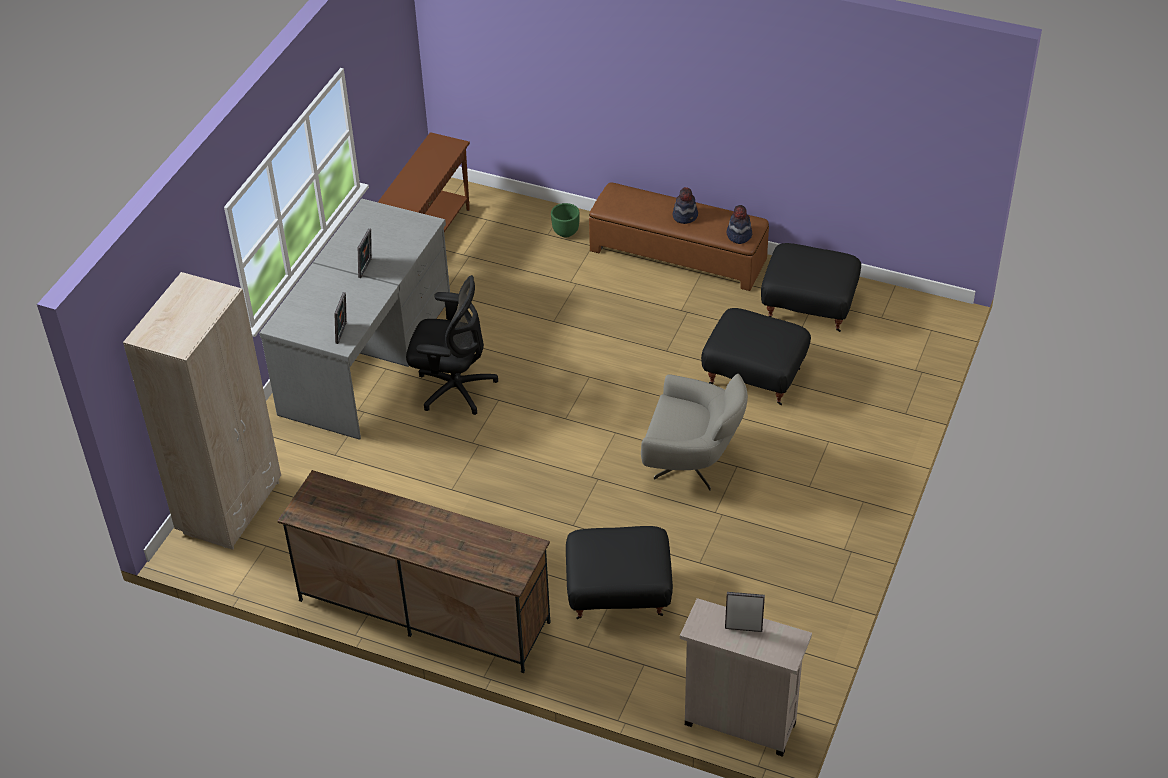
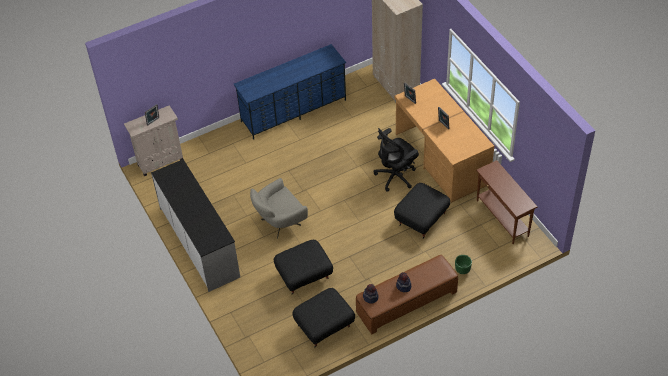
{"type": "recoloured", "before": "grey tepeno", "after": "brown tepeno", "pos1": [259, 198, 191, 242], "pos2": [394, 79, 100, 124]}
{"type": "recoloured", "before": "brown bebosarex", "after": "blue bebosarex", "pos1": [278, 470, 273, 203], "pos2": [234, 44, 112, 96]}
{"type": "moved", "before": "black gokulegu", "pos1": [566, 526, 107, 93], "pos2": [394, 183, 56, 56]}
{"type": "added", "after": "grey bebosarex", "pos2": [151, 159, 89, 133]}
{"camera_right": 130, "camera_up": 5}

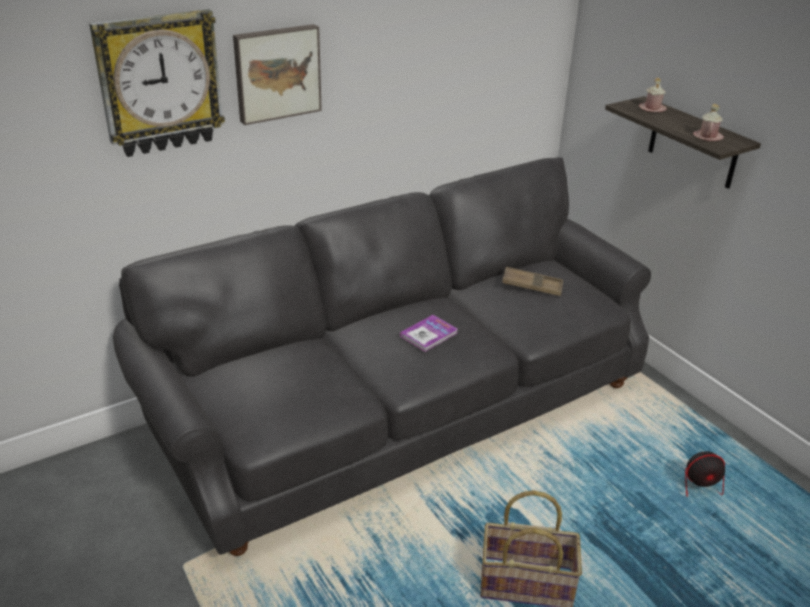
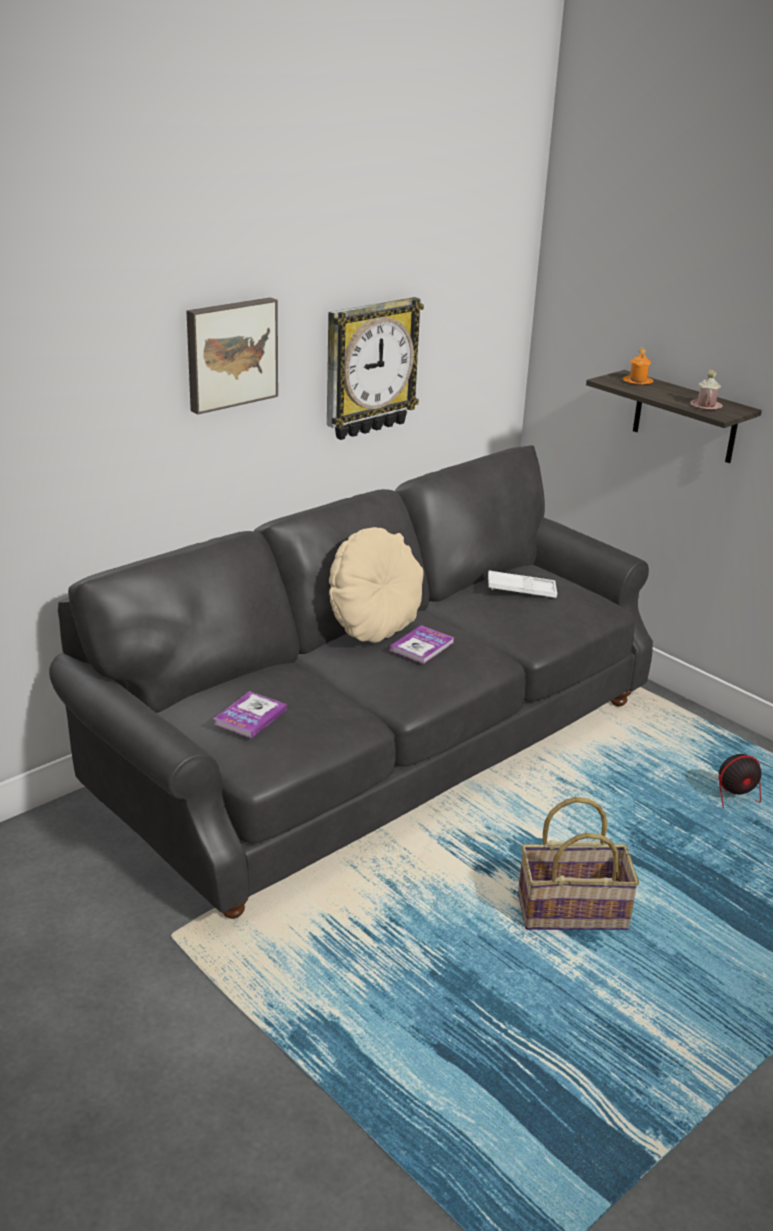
{"type": "moved", "before": "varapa", "pos1": [89, 9, 136, 148], "pos2": [327, 297, 97, 143]}
{"type": "recoloured", "before": "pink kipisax", "after": "orange kipisax", "pos1": [639, 78, 28, 34], "pos2": [623, 347, 30, 38]}
{"type": "recoloured", "before": "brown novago", "after": "white novago", "pos1": [502, 267, 61, 29], "pos2": [488, 570, 69, 28]}
{"type": "added", "after": "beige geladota", "pos2": [329, 527, 94, 116]}
{"type": "added", "after": "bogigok", "pos2": [214, 691, 73, 47]}
{"camera_right": -10, "camera_up": -5}

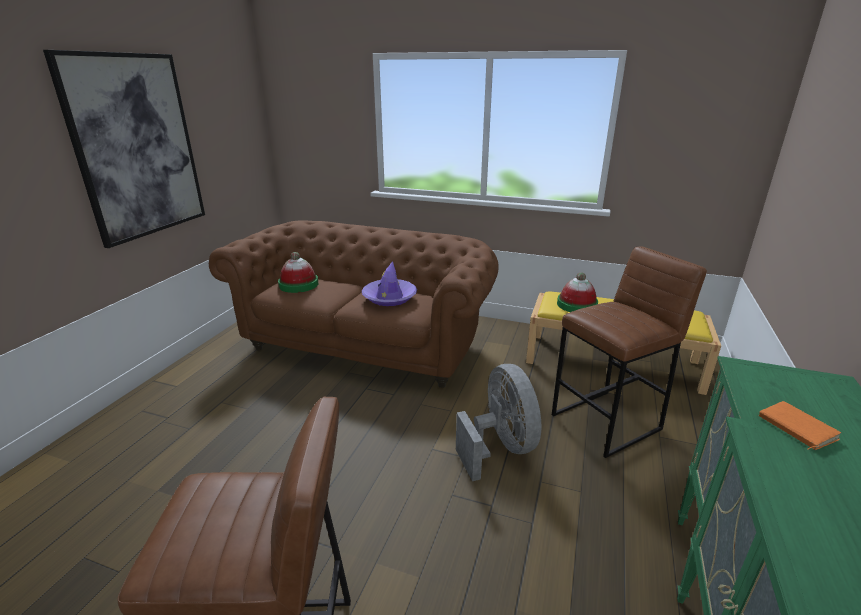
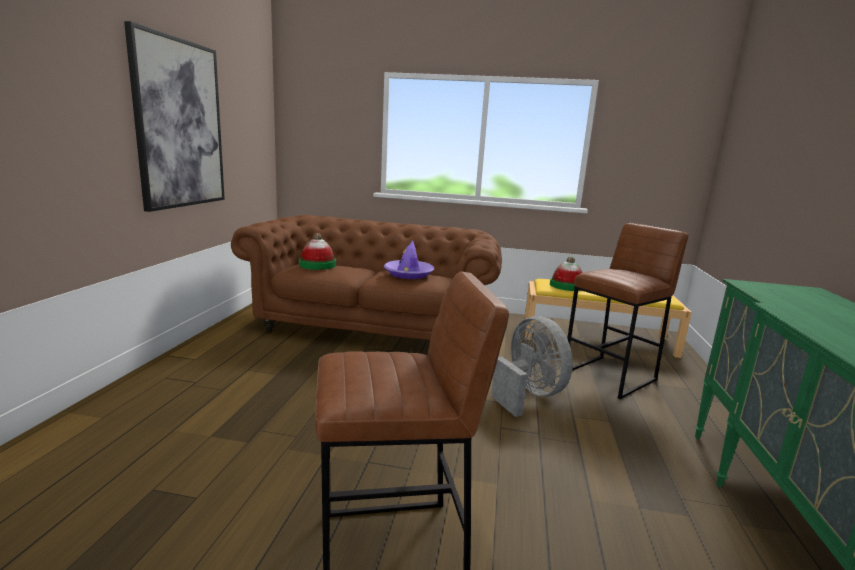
{"type": "removed", "before": "orange bogigok", "pos1": [759, 401, 82, 49]}
{"camera_right": -10, "camera_up": -10}

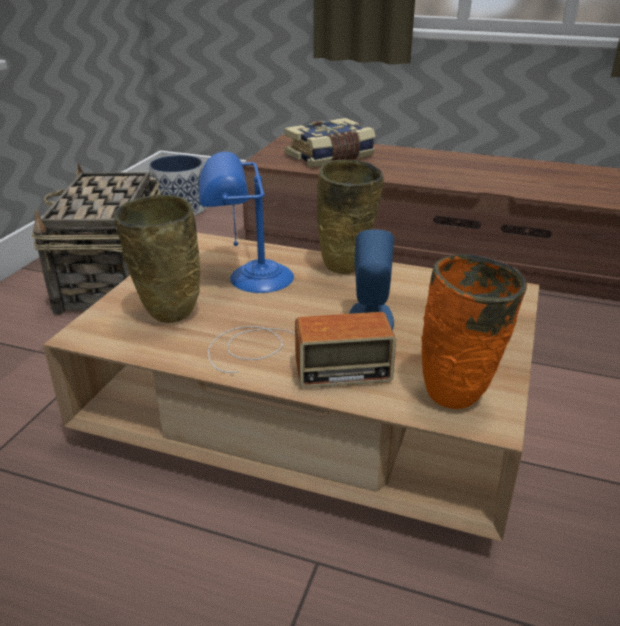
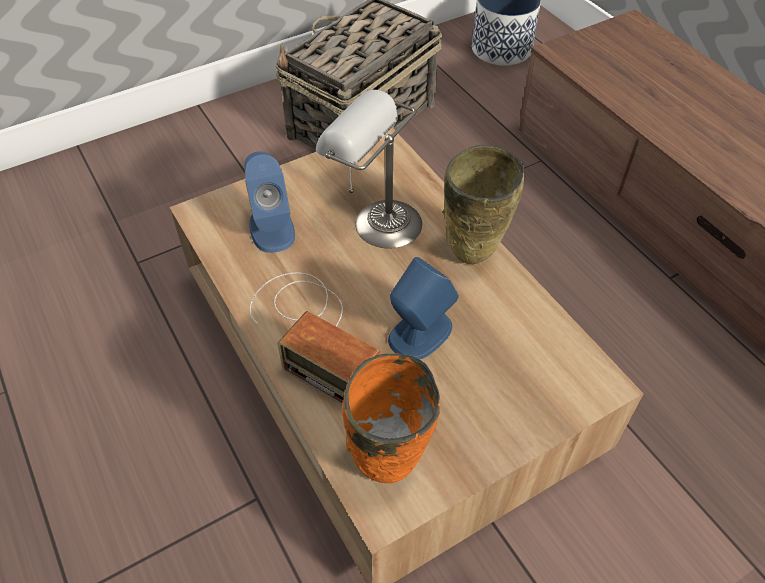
{"type": "removed", "before": "bogigok", "pos1": [285, 118, 91, 49]}
{"type": "recoloured", "before": "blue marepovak", "after": "white marepovak", "pos1": [199, 152, 95, 141], "pos2": [316, 90, 106, 158]}
{"type": "replaced", "before": "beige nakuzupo", "after": "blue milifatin", "pos1": [113, 195, 87, 128], "pos2": [244, 151, 51, 102]}
{"camera_right": 40, "camera_up": 20}

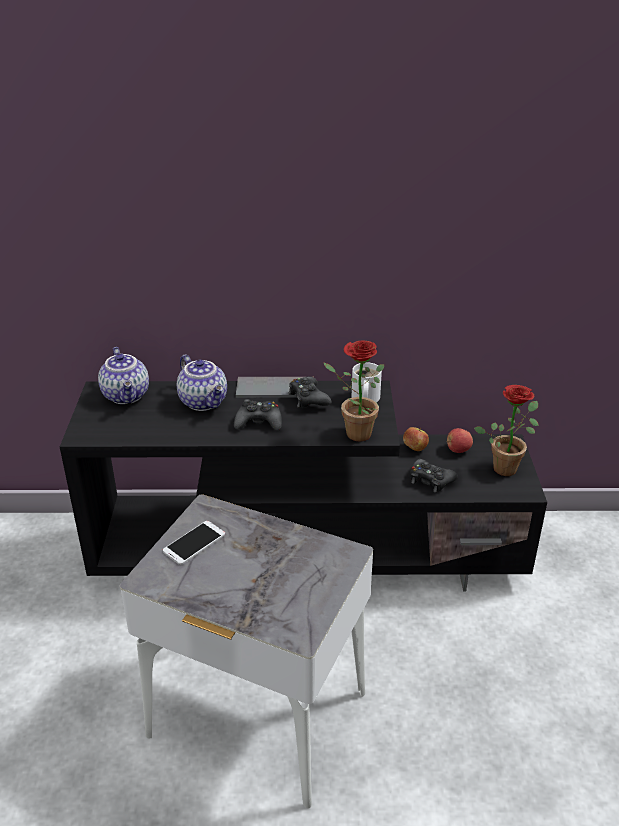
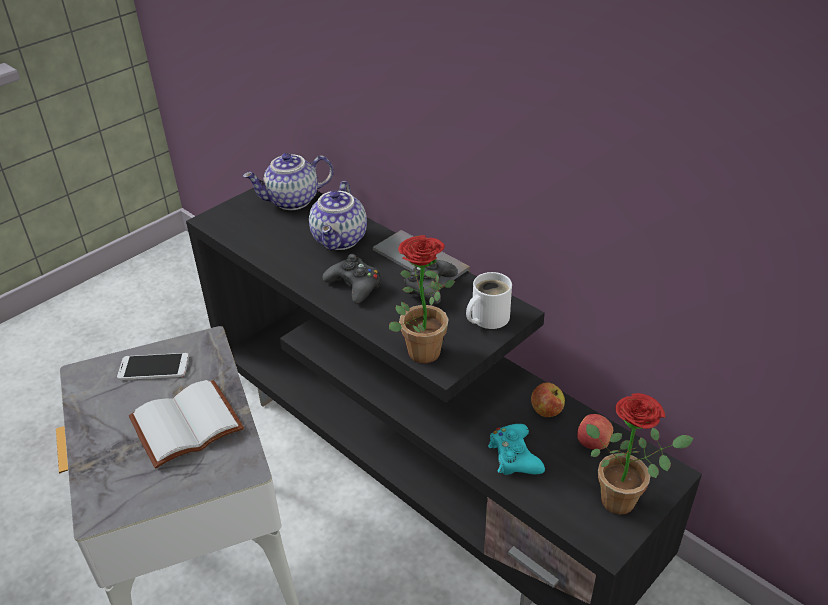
{"type": "turned", "before": "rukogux", "pos1": [98, 347, 51, 57], "pos2": [243, 153, 91, 57], "turn": 45}
{"type": "recoloured", "before": "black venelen", "after": "turquoise venelen", "pos1": [410, 459, 48, 34], "pos2": [488, 424, 57, 51]}
{"type": "added", "after": "white bogigok", "pos2": [129, 380, 115, 88]}
{"camera_right": 45, "camera_up": 5}

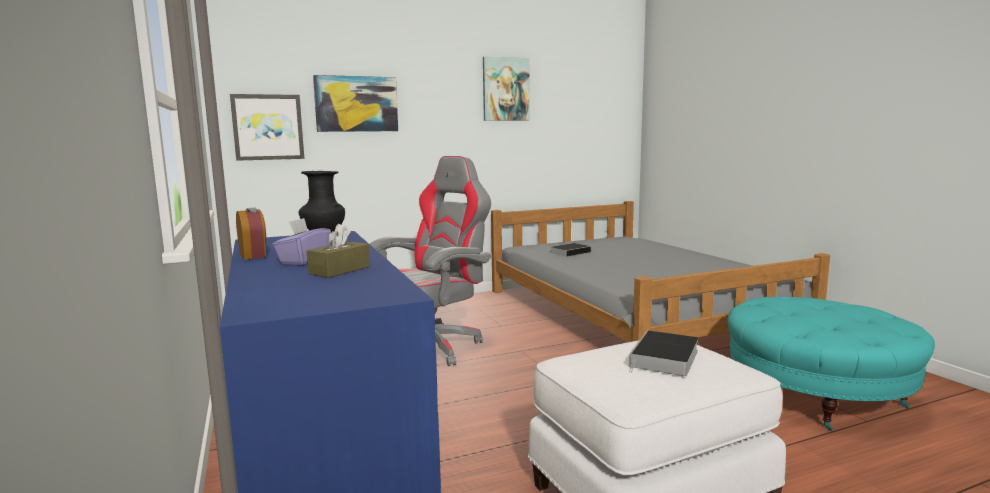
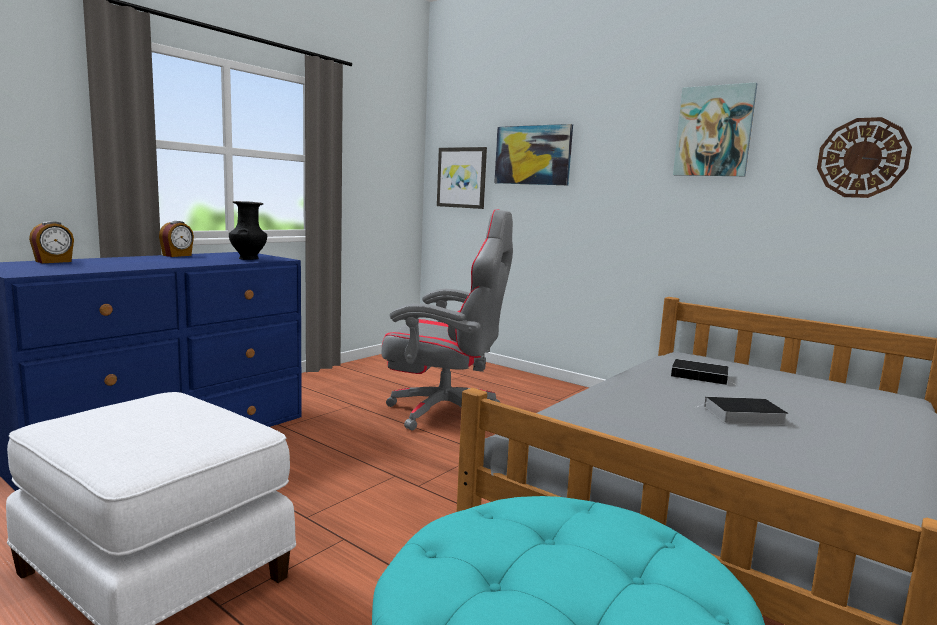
{"type": "removed", "before": "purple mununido", "pos1": [272, 218, 59, 47]}
{"type": "removed", "before": "brown mununido", "pos1": [307, 224, 63, 54]}
{"type": "moved", "before": "bogigok", "pos1": [629, 330, 70, 46], "pos2": [695, 397, 93, 28]}
{"type": "added", "after": "varapa", "pos2": [817, 117, 95, 81]}
{"type": "added", "after": "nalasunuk", "pos2": [29, 221, 45, 42]}
{"camera_right": 60, "camera_up": 0}

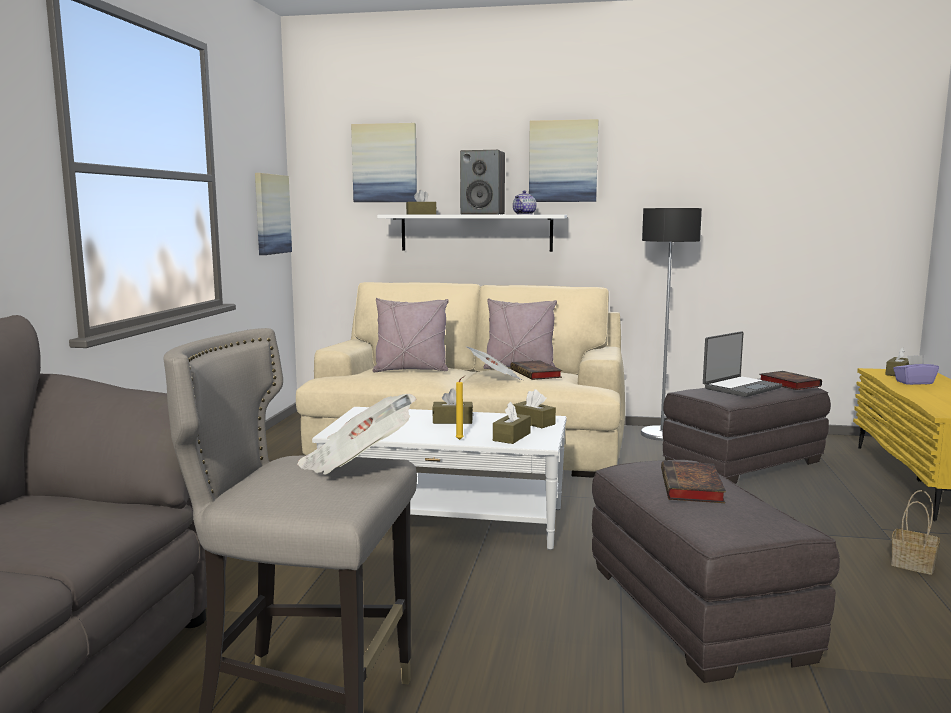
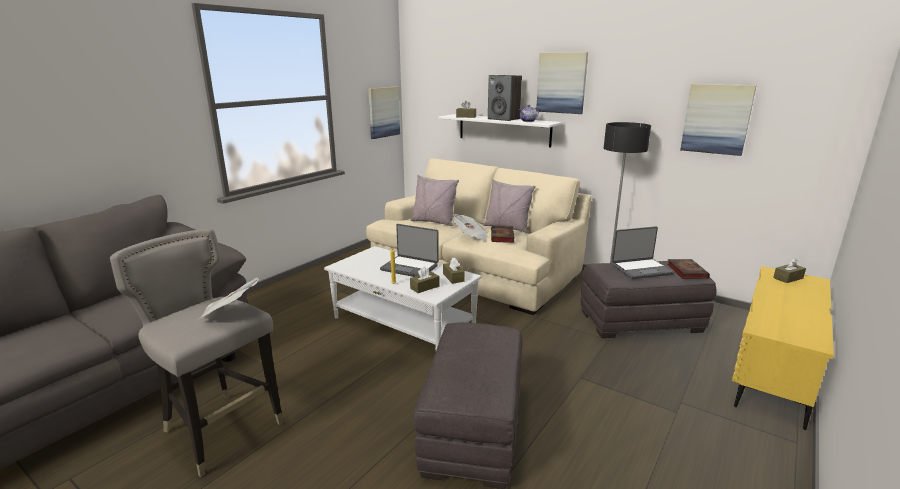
{"type": "moved", "before": "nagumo", "pos1": [351, 123, 66, 79], "pos2": [680, 84, 76, 72]}
{"type": "removed", "before": "purple mununido", "pos1": [893, 355, 46, 30]}
{"type": "replaced", "before": "brown mununido", "after": "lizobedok", "pos1": [432, 388, 41, 36], "pos2": [380, 224, 59, 53]}
{"type": "removed", "before": "bogigok", "pos1": [661, 461, 65, 42]}
{"type": "removed", "before": "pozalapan", "pos1": [891, 490, 49, 85]}
{"camera_right": 25, "camera_up": 10}

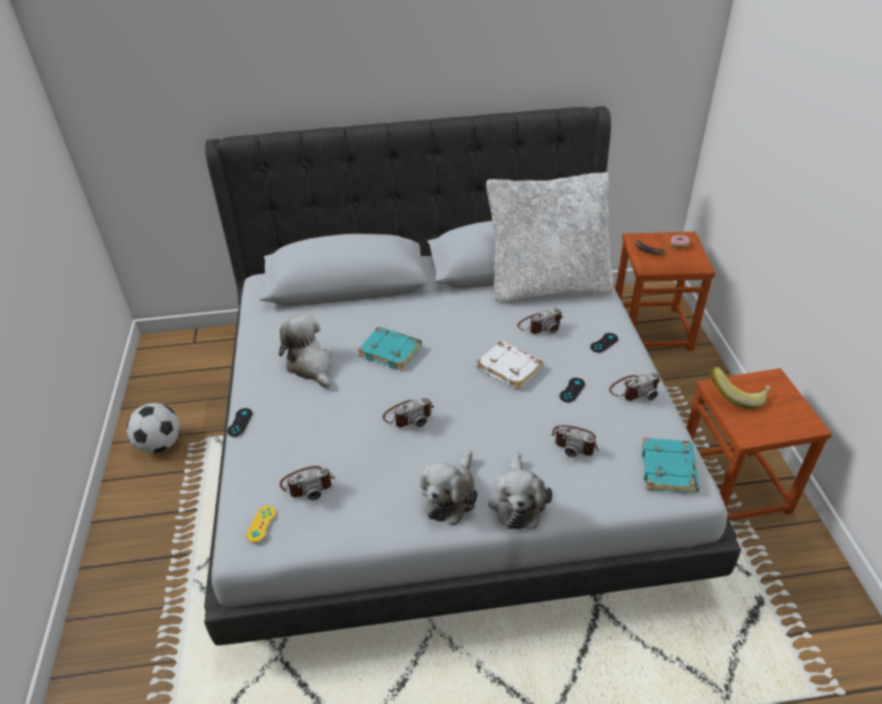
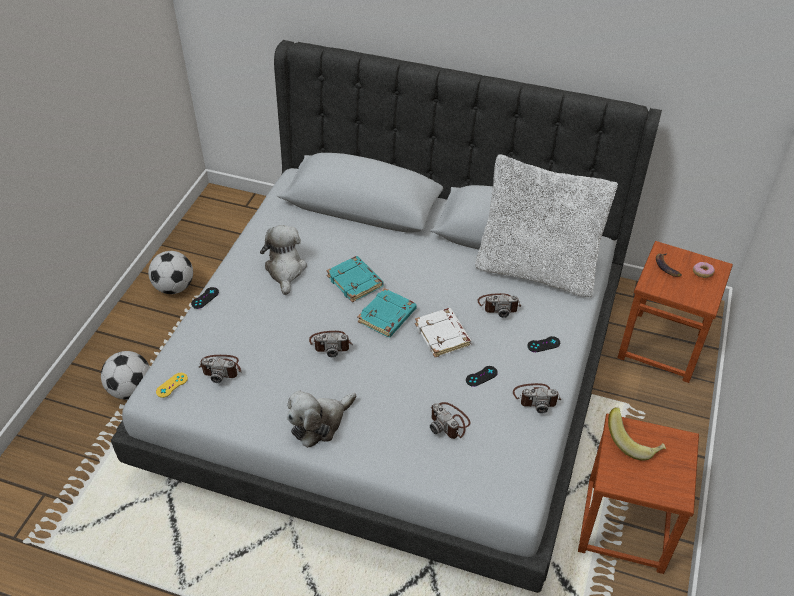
{"type": "moved", "before": "turquoise bogigok", "pos1": [642, 438, 58, 55], "pos2": [357, 288, 60, 49]}
{"type": "removed", "before": "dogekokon", "pos1": [488, 452, 64, 77]}
{"type": "added", "after": "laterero", "pos2": [101, 351, 49, 48]}
{"camera_right": 25, "camera_up": 5}

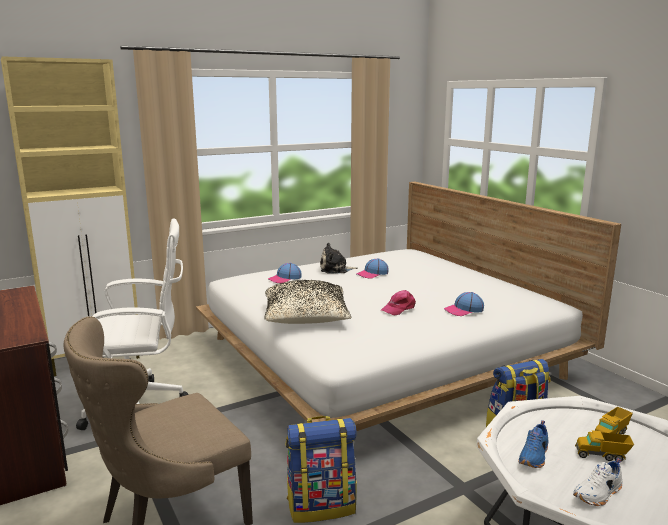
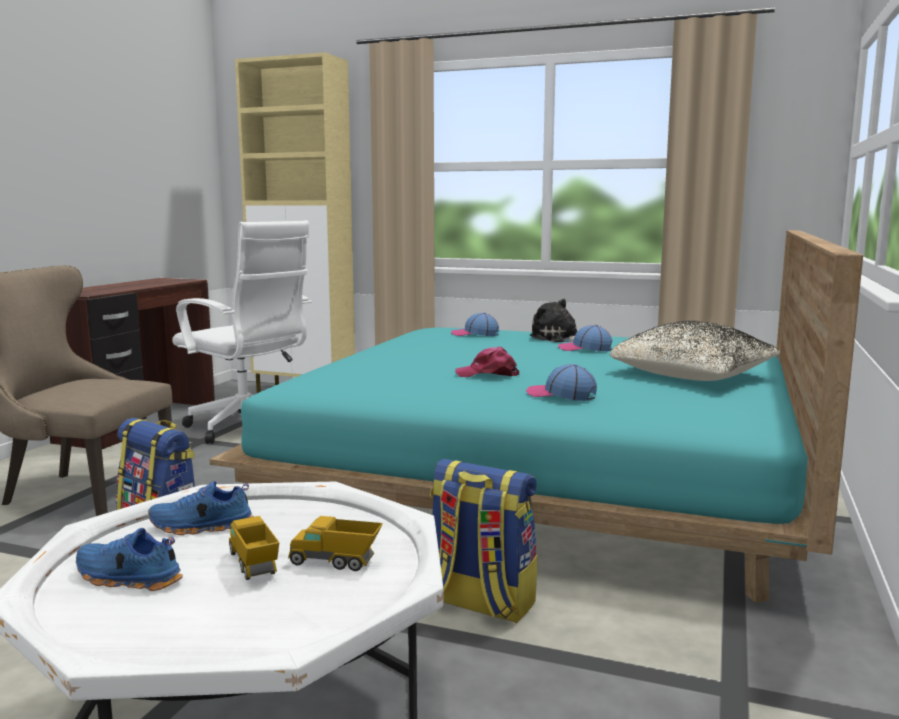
{"type": "recoloured", "before": "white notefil", "after": "turquoise notefil", "pos1": [196, 182, 425, 249], "pos2": [210, 230, 653, 373]}
{"type": "moved", "before": "beige geladota", "pos1": [264, 280, 87, 44], "pos2": [609, 320, 172, 61]}
{"type": "recoloured", "before": "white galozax", "after": "blue galozax", "pos1": [573, 458, 50, 48], "pos2": [76, 528, 107, 63]}
{"camera_right": 50, "camera_up": -5}

